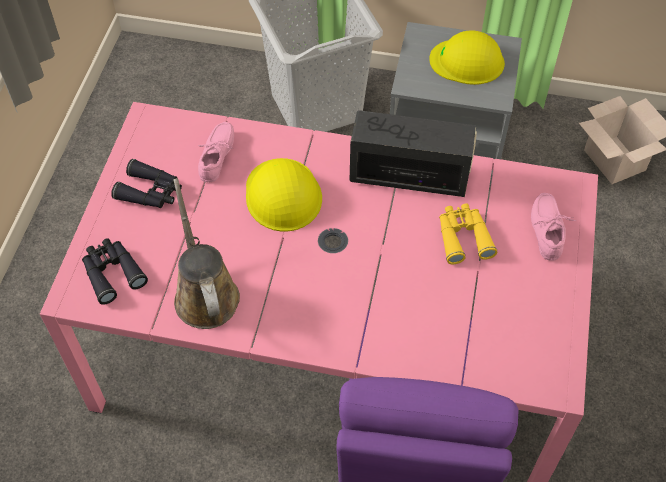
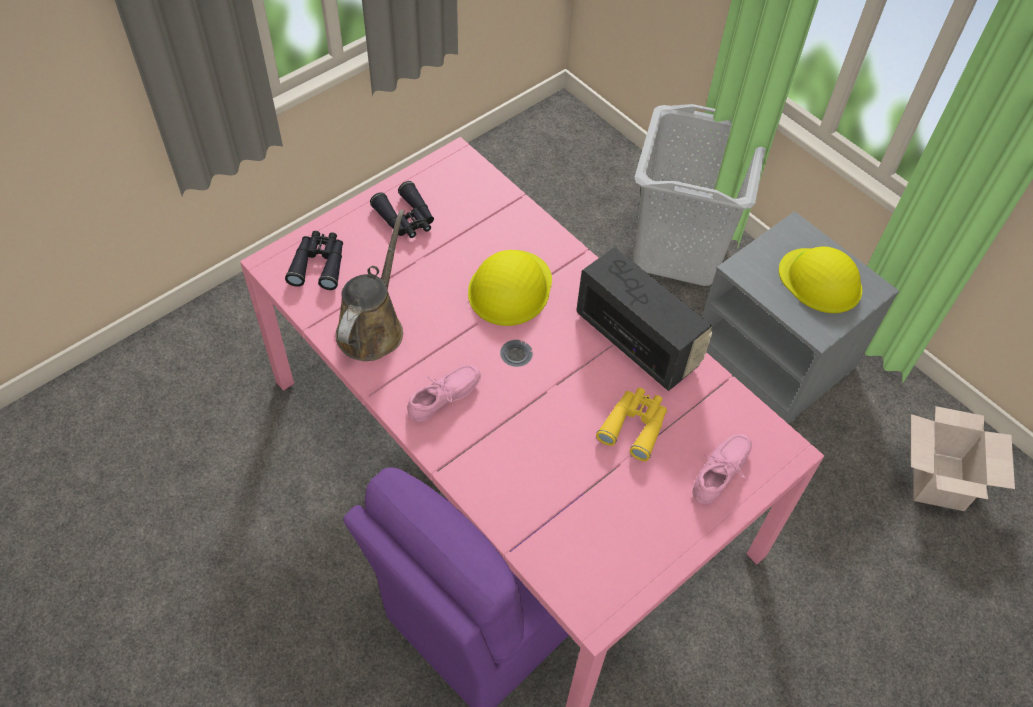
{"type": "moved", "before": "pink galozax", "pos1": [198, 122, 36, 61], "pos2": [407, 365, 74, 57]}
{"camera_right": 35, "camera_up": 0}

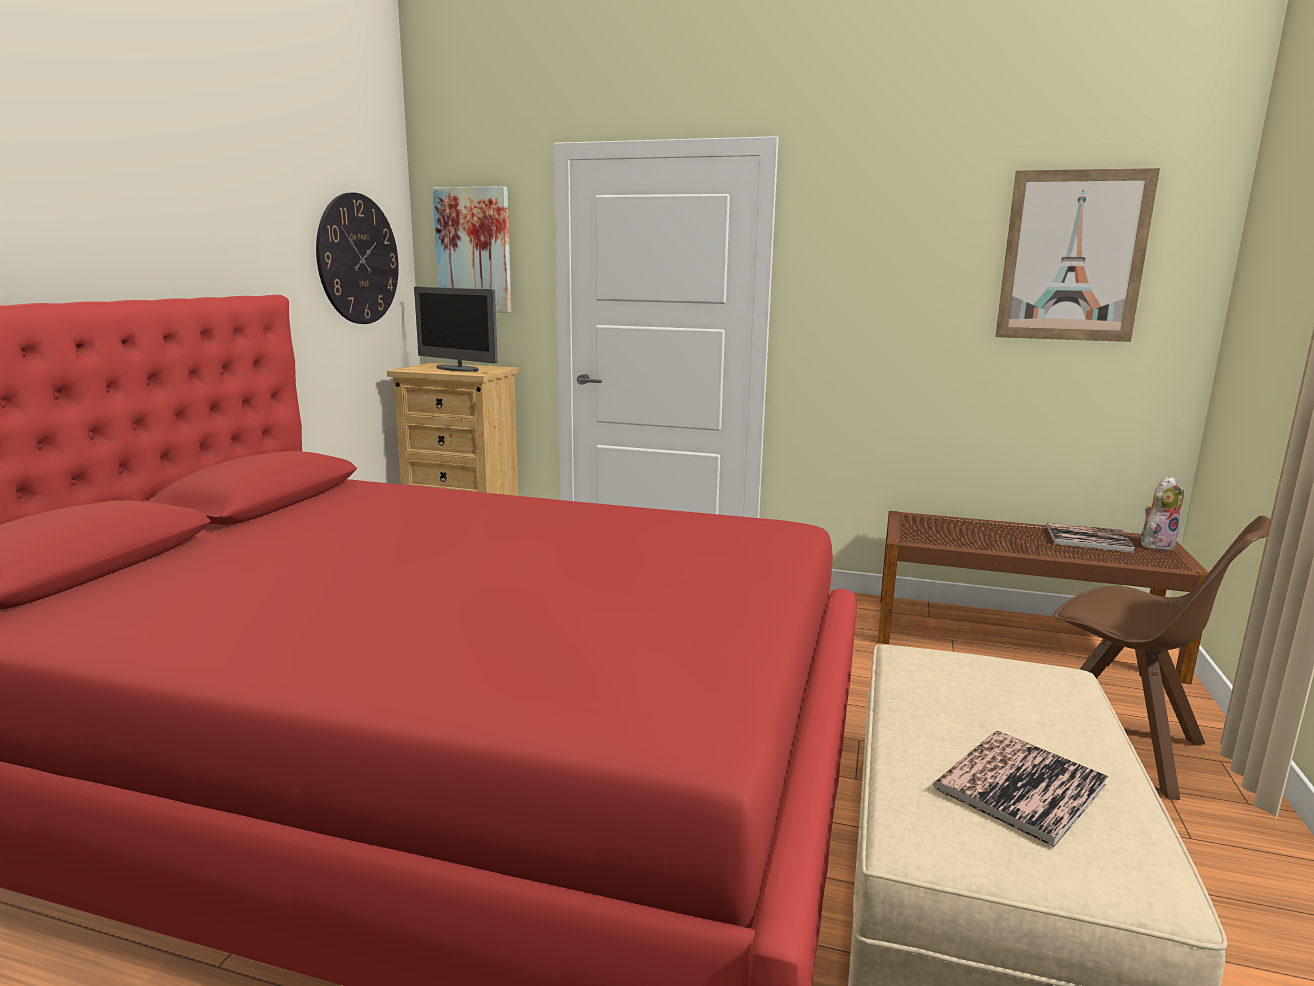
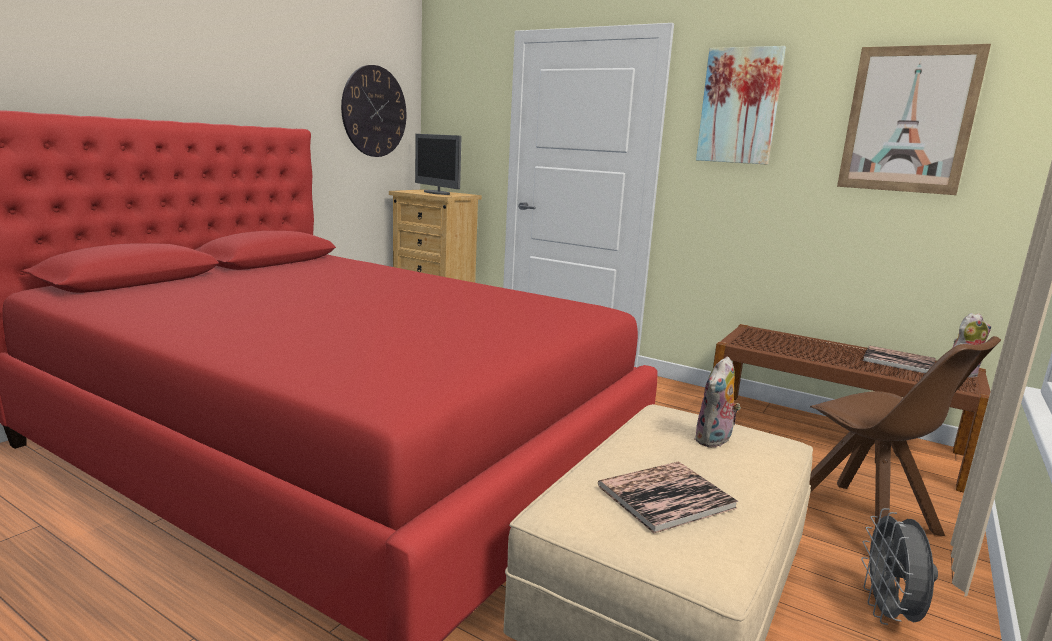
{"type": "moved", "before": "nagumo", "pos1": [433, 186, 78, 127], "pos2": [696, 46, 90, 119]}
{"type": "added", "after": "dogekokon", "pos2": [694, 356, 48, 92]}
{"type": "added", "after": "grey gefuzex", "pos2": [861, 508, 77, 117]}
{"camera_right": 15, "camera_up": 0}

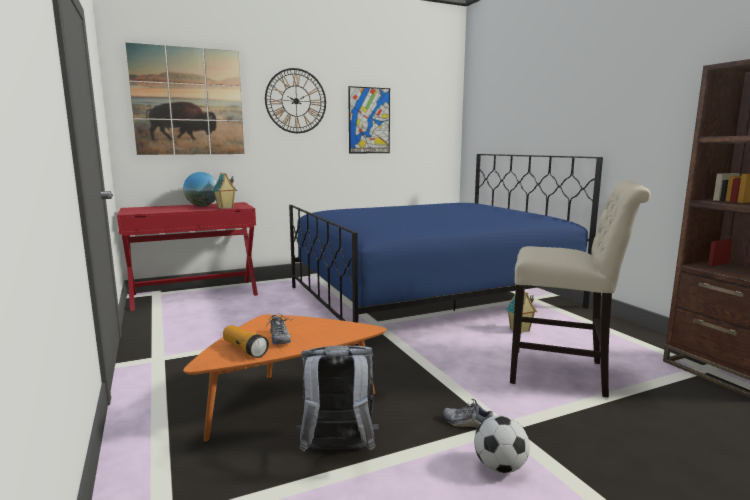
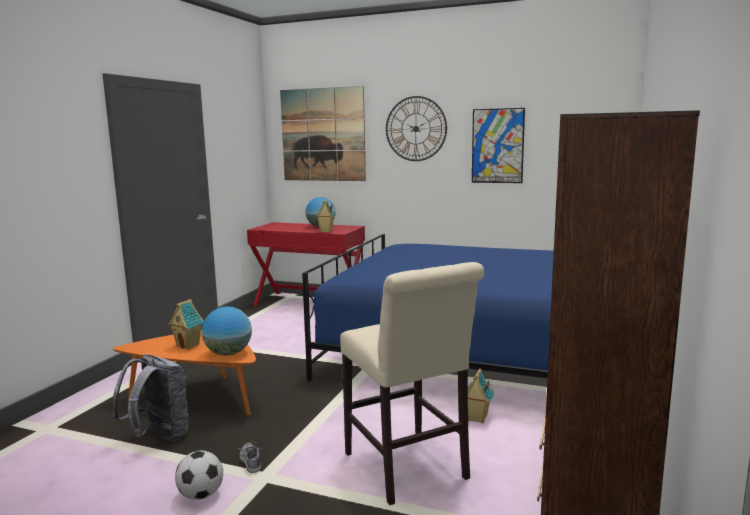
{"type": "replaced", "before": "galozax", "after": "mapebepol", "pos1": [266, 314, 26, 31], "pos2": [168, 299, 36, 51]}
{"type": "removed", "before": "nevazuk", "pos1": [223, 325, 46, 33]}
{"type": "added", "after": "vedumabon", "pos2": [202, 306, 50, 50]}
{"camera_right": 45, "camera_up": 0}

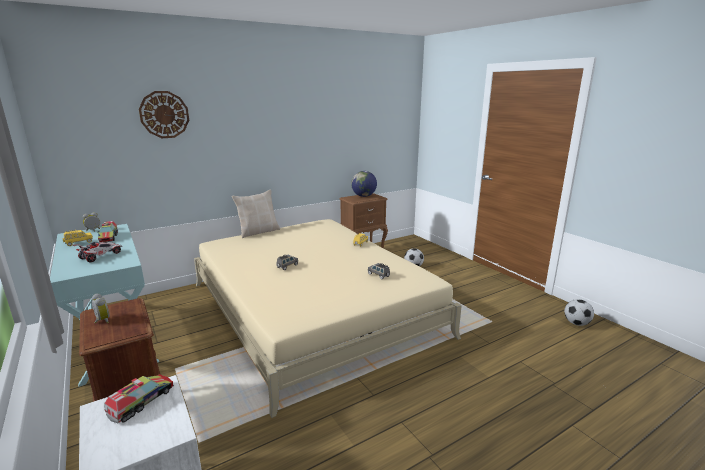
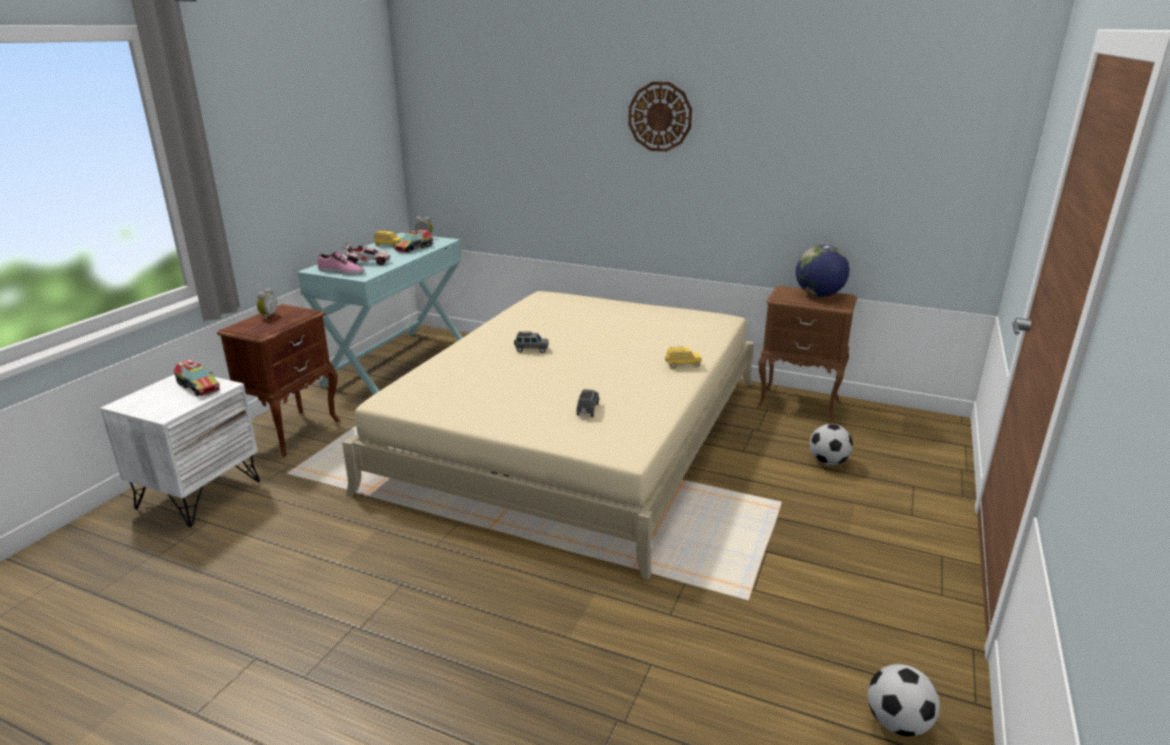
{"type": "moved", "before": "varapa", "pos1": [139, 91, 50, 47], "pos2": [628, 82, 64, 70]}
{"type": "removed", "before": "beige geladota", "pos1": [232, 190, 48, 48]}
{"type": "turned", "before": "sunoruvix", "pos1": [104, 374, 70, 49], "pos2": [173, 359, 47, 37], "turn": 45}
{"type": "added", "after": "galozax", "pos2": [318, 252, 47, 23]}
{"camera_right": 55, "camera_up": 5}

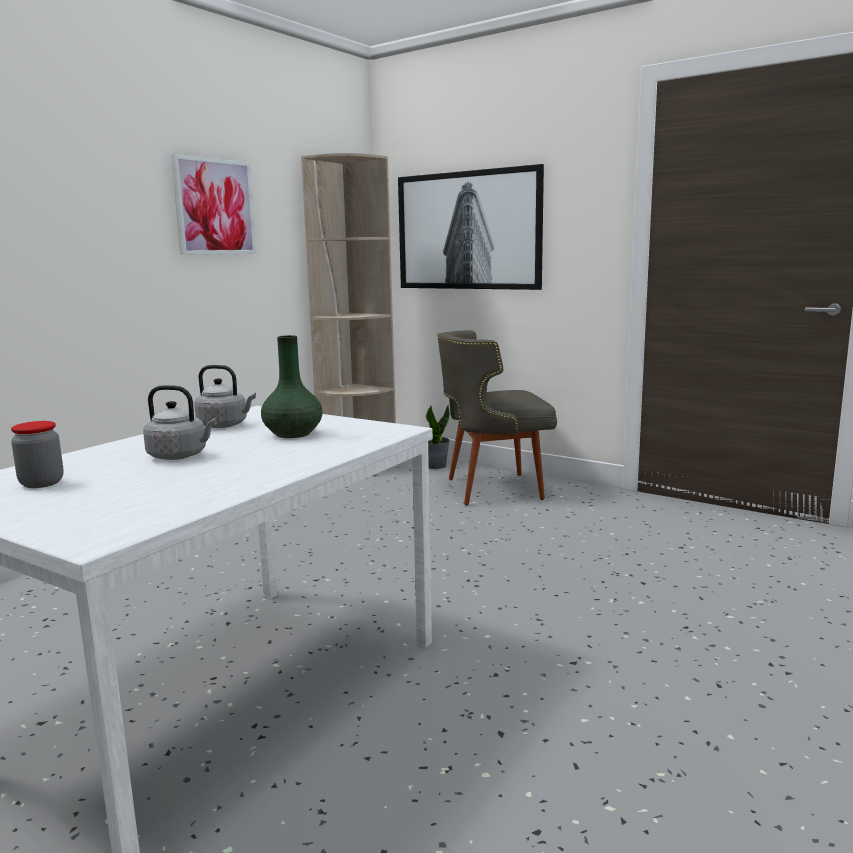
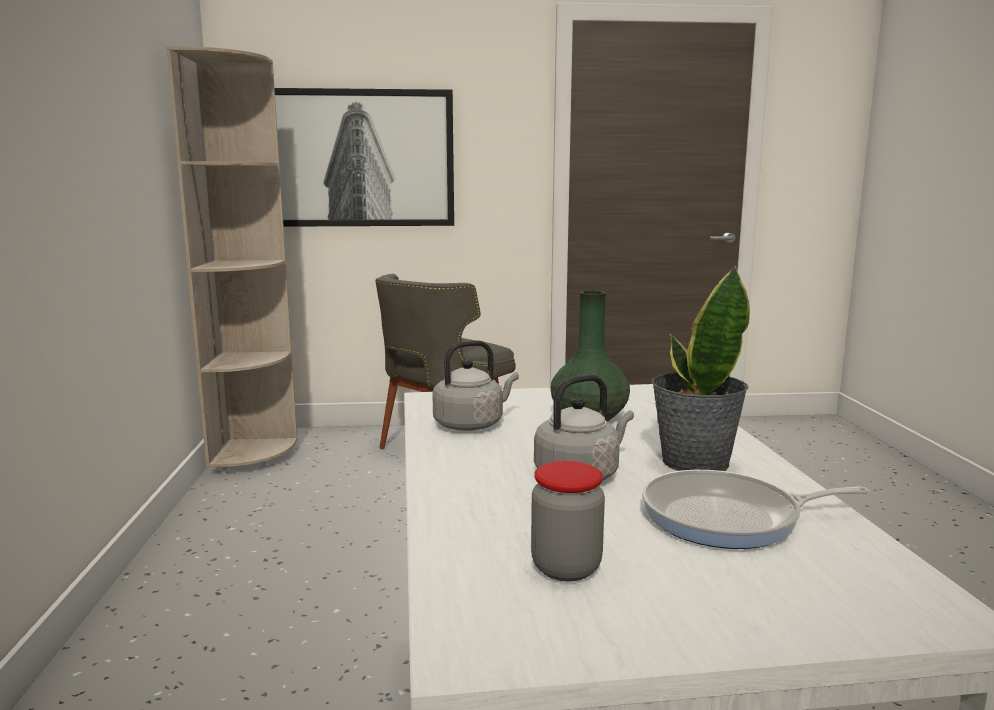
{"type": "removed", "before": "nagumo", "pos1": [171, 154, 85, 101]}
{"type": "moved", "before": "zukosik", "pos1": [426, 405, 24, 64], "pos2": [652, 266, 98, 205]}
{"type": "added", "after": "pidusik", "pos2": [642, 470, 228, 79]}
{"camera_right": -40, "camera_up": 0}

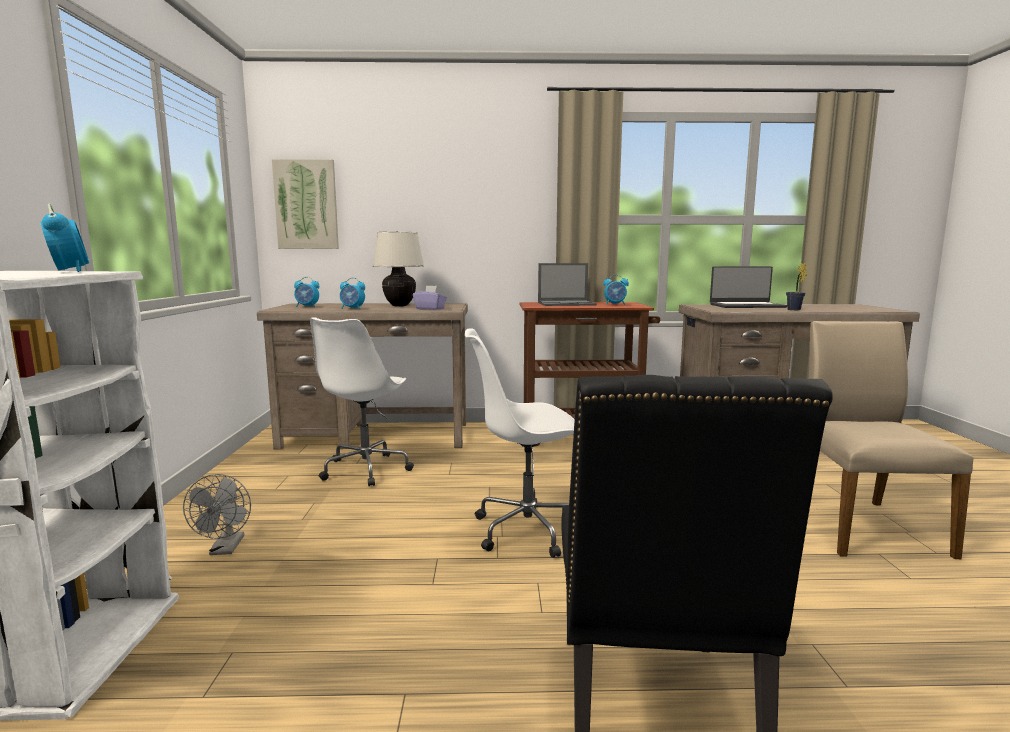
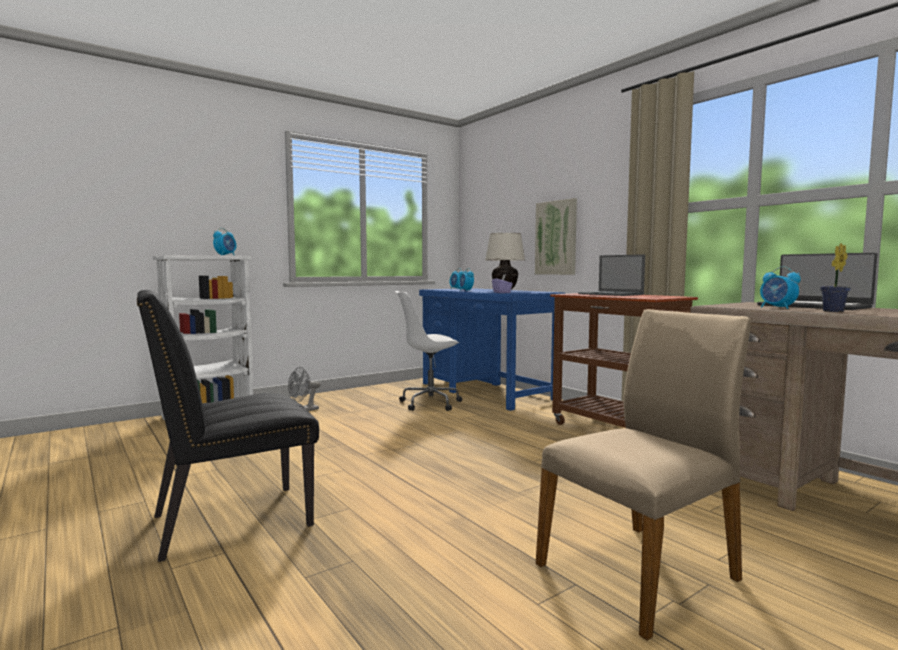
{"type": "moved", "before": "nagumo", "pos1": [272, 159, 67, 90], "pos2": [535, 198, 42, 77]}
{"type": "moved", "before": "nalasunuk", "pos1": [603, 274, 26, 31], "pos2": [760, 266, 41, 43]}
{"type": "recoloured", "before": "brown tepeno", "after": "blue tepeno", "pos1": [257, 303, 211, 147], "pos2": [419, 288, 147, 123]}
{"type": "removed", "before": "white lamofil", "pos1": [465, 328, 110, 230]}
{"camera_right": 55, "camera_up": -5}

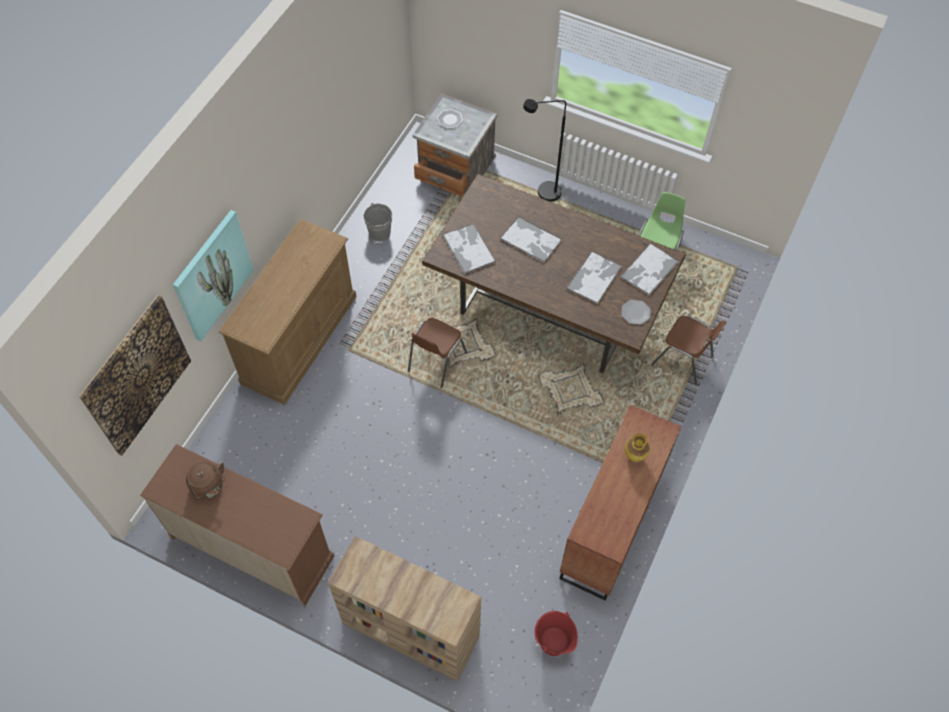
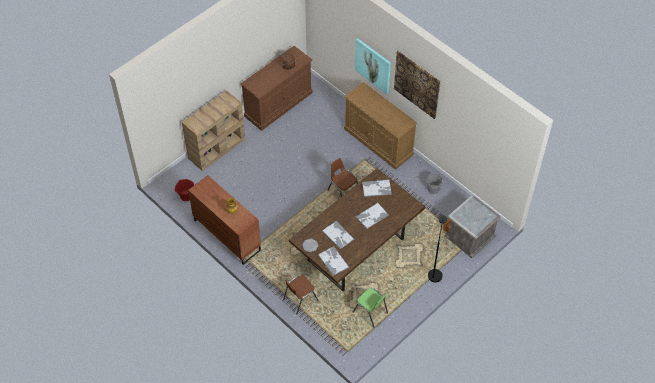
{"type": "moved", "before": "nagumo", "pos1": [79, 295, 112, 161], "pos2": [394, 51, 47, 68]}
{"camera_right": 110, "camera_up": -5}

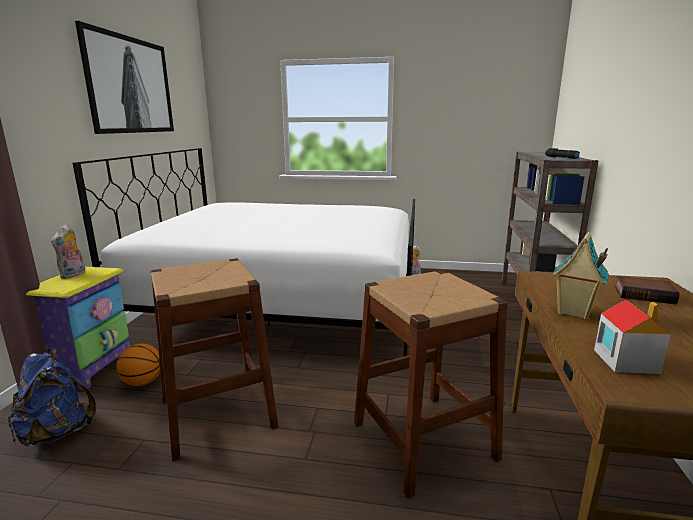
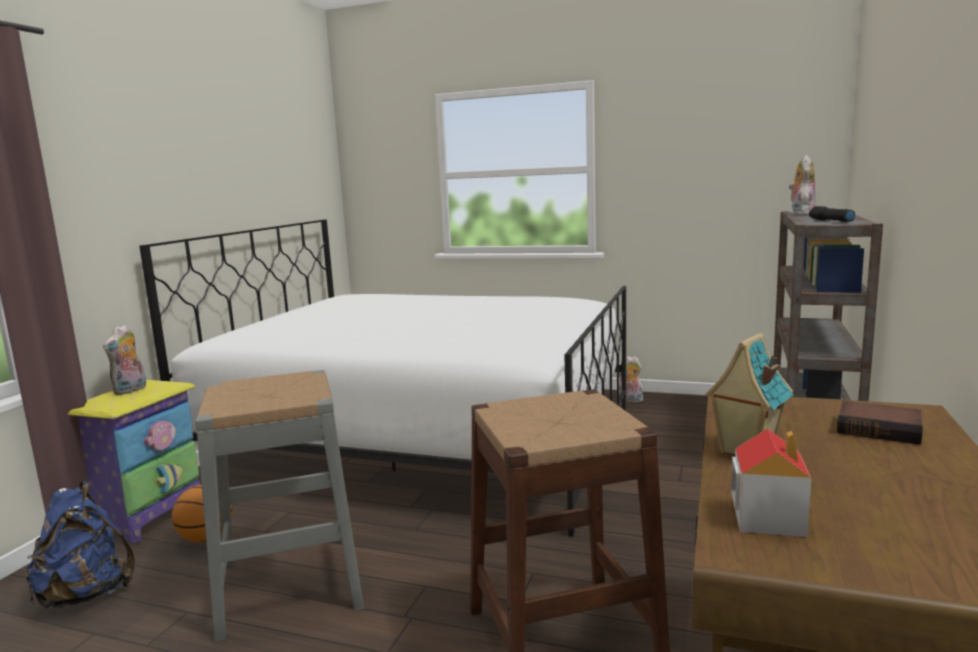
{"type": "removed", "before": "nagumo", "pos1": [75, 21, 99, 113]}
{"type": "recoloured", "before": "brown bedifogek", "after": "grey bedifogek", "pos1": [151, 258, 128, 203], "pos2": [195, 370, 169, 272]}
{"type": "added", "after": "dogekokon", "pos2": [789, 155, 27, 60]}
{"camera_right": 10, "camera_up": -5}

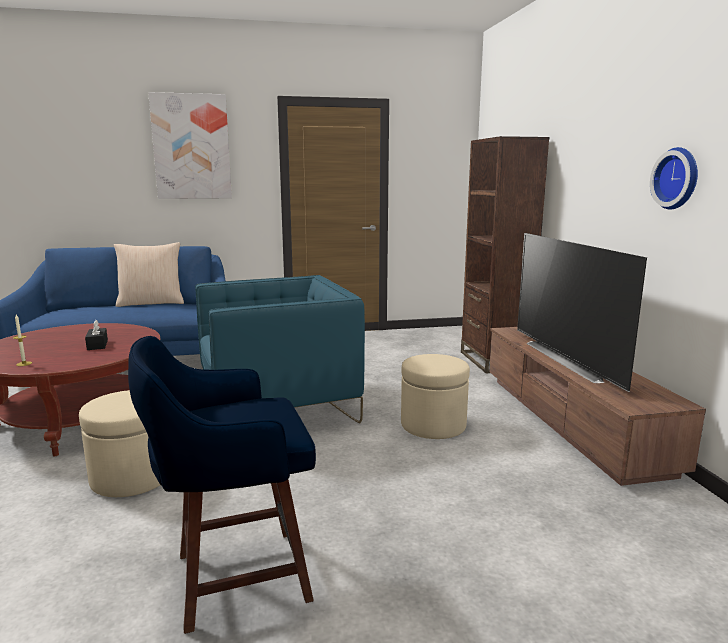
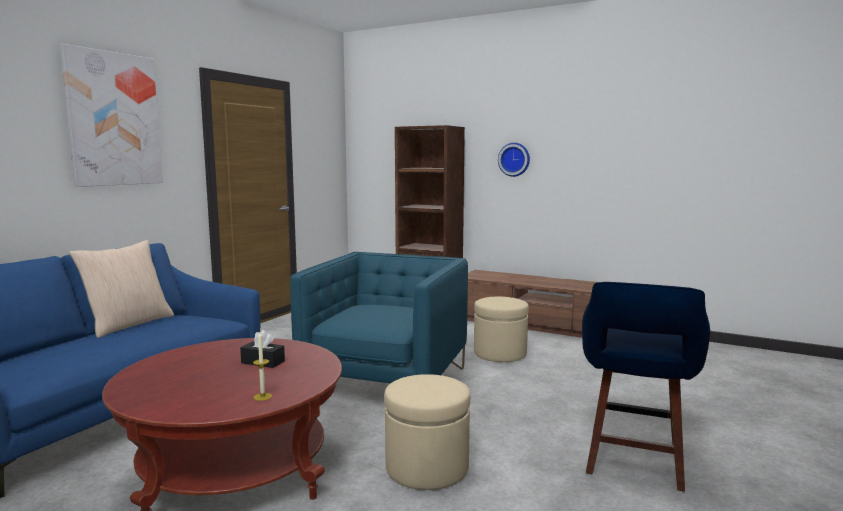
{"type": "moved", "before": "varapa", "pos1": [650, 147, 48, 63], "pos2": [498, 143, 32, 34]}
{"type": "removed", "before": "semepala", "pos1": [517, 233, 130, 159]}
{"camera_right": -50, "camera_up": -5}

